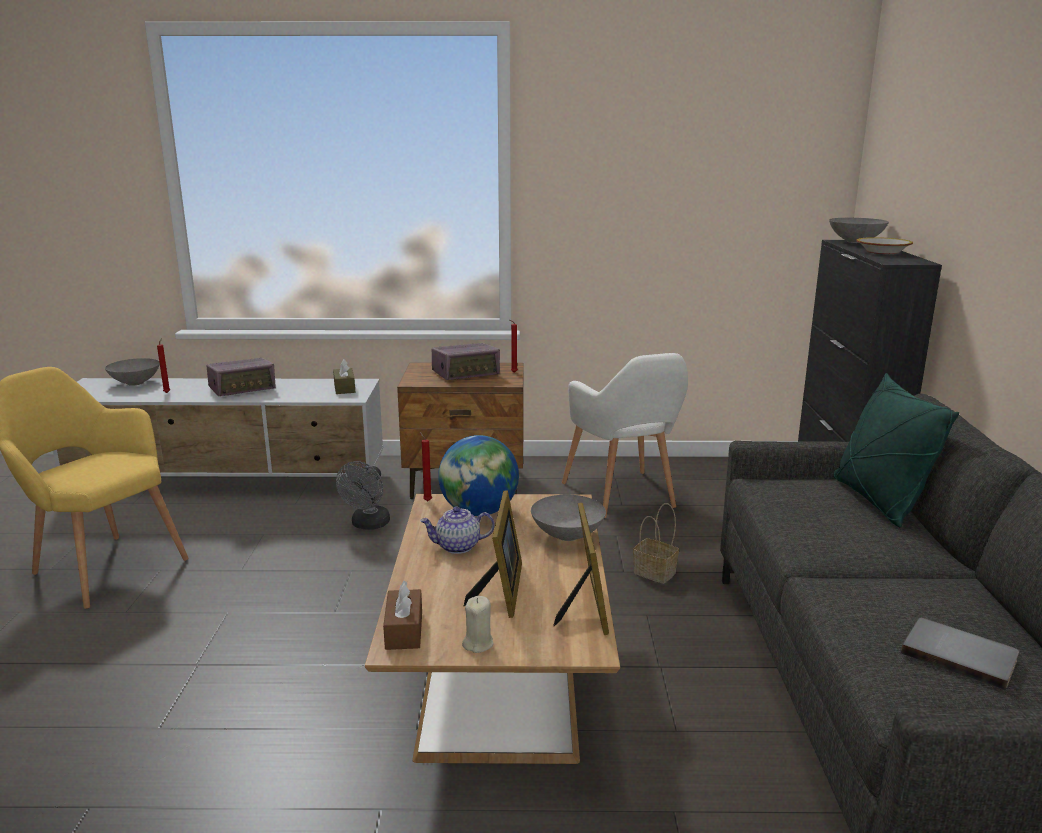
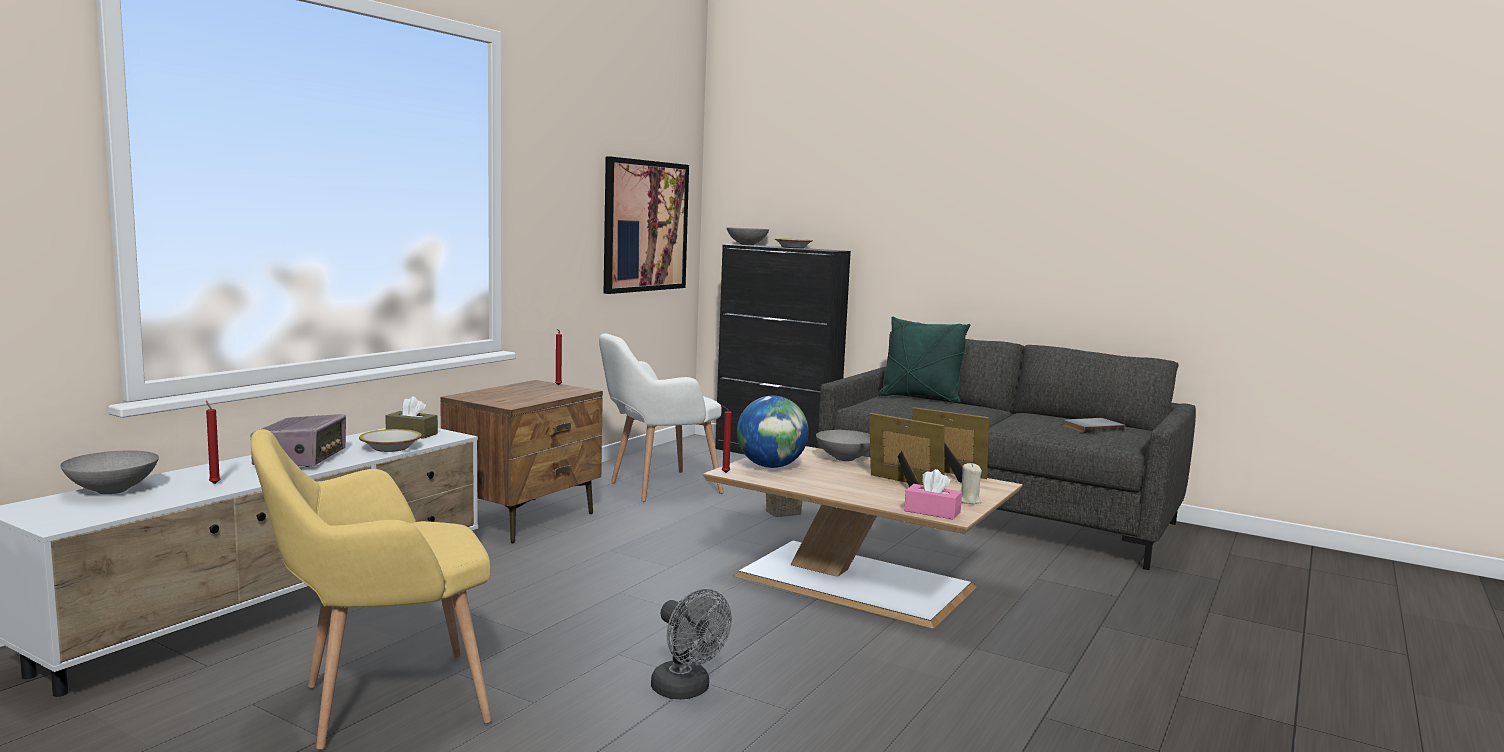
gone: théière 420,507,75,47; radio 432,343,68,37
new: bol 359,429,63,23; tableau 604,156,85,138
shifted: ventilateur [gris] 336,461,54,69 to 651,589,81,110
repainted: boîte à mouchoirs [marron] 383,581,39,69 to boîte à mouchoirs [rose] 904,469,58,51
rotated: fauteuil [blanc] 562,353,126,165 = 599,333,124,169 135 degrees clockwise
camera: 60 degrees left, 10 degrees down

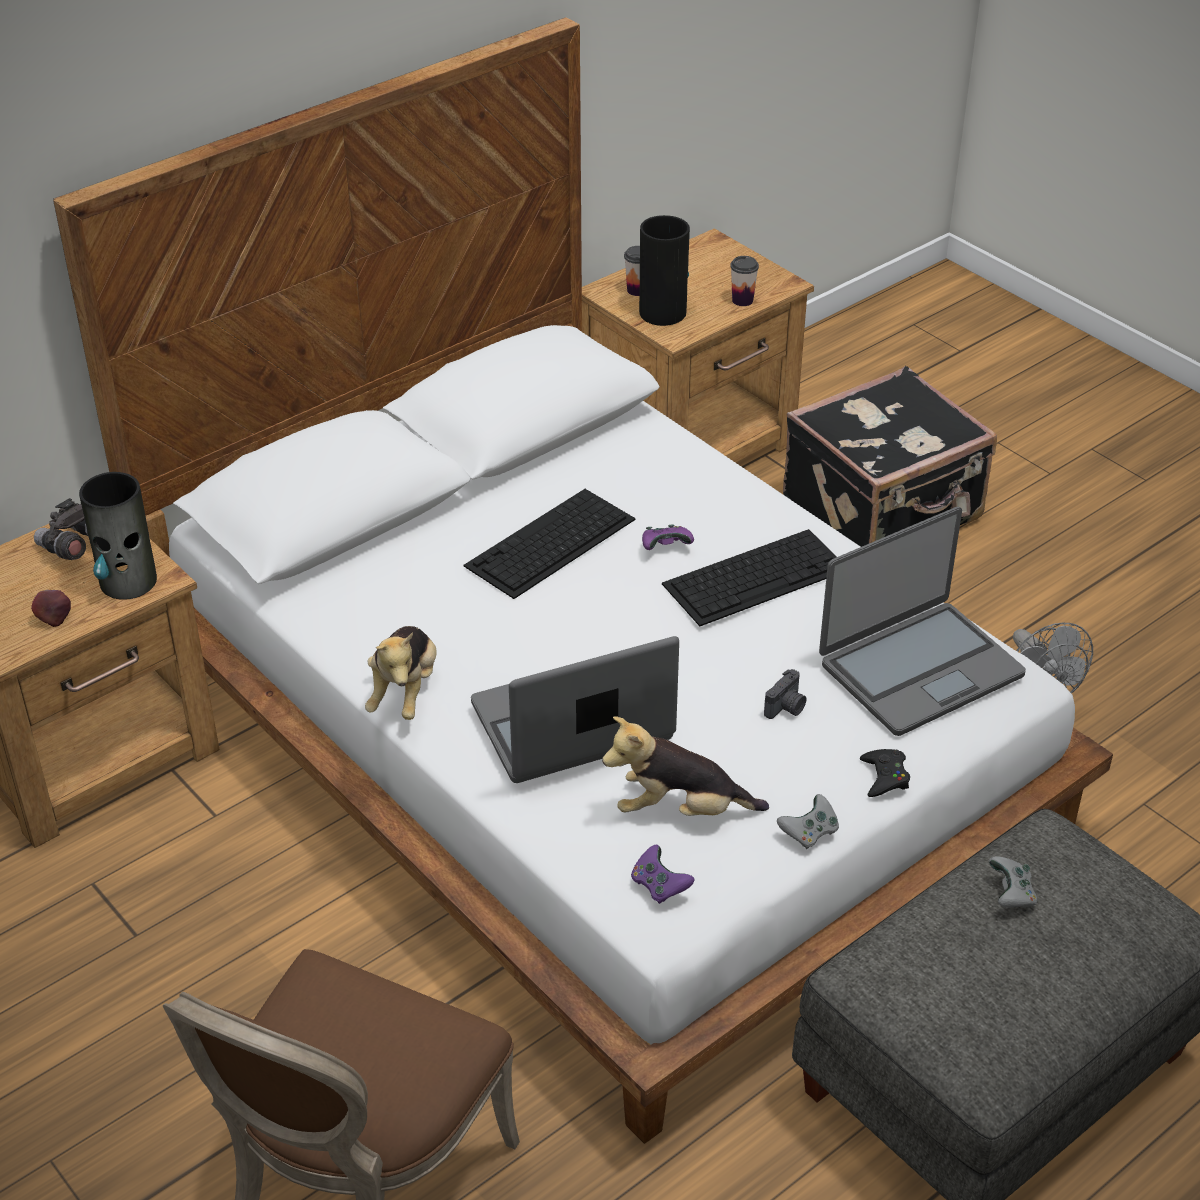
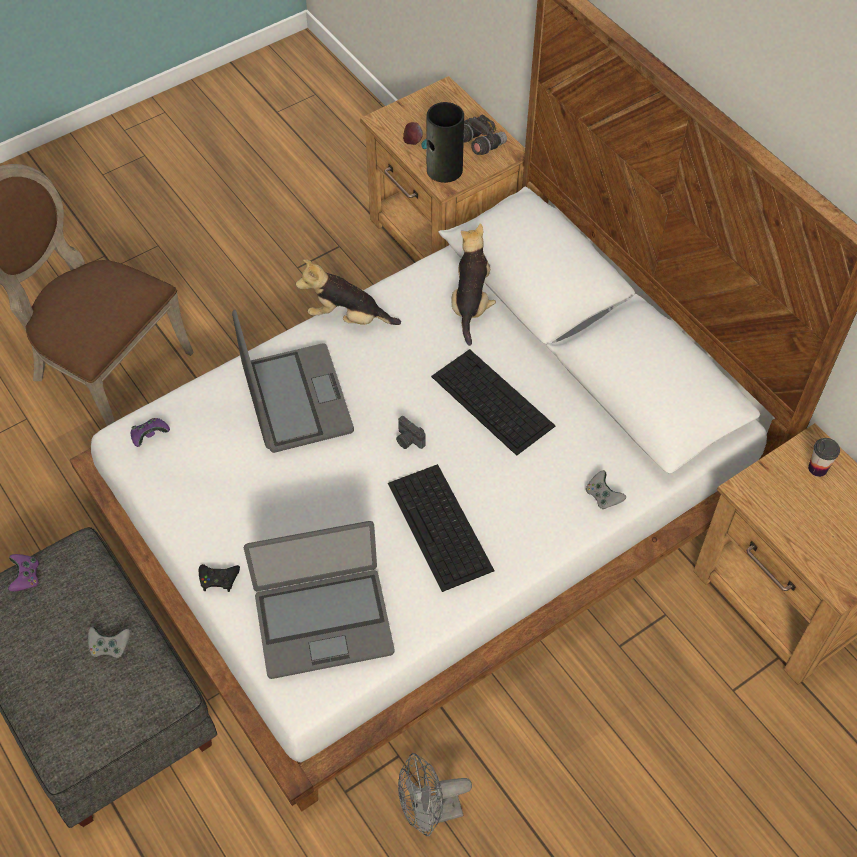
gone: vase 639,215,51,111; tasse 730,256,29,50; valise [noir] 783,366,214,181
shifted: peluche 602,716,167,100 to 451,223,45,123; manette [violet] 642,524,52,26 to 8,554,31,38; appareil photo 764,669,43,50 to 396,416,30,33; manette [gris] 777,794,62,55 to 586,470,40,39
rotated: ordinateur portable 819,507,207,229 = 244,521,150,158 75 degrees counterclockwise
camera: 95 degrees right, 15 degrees up

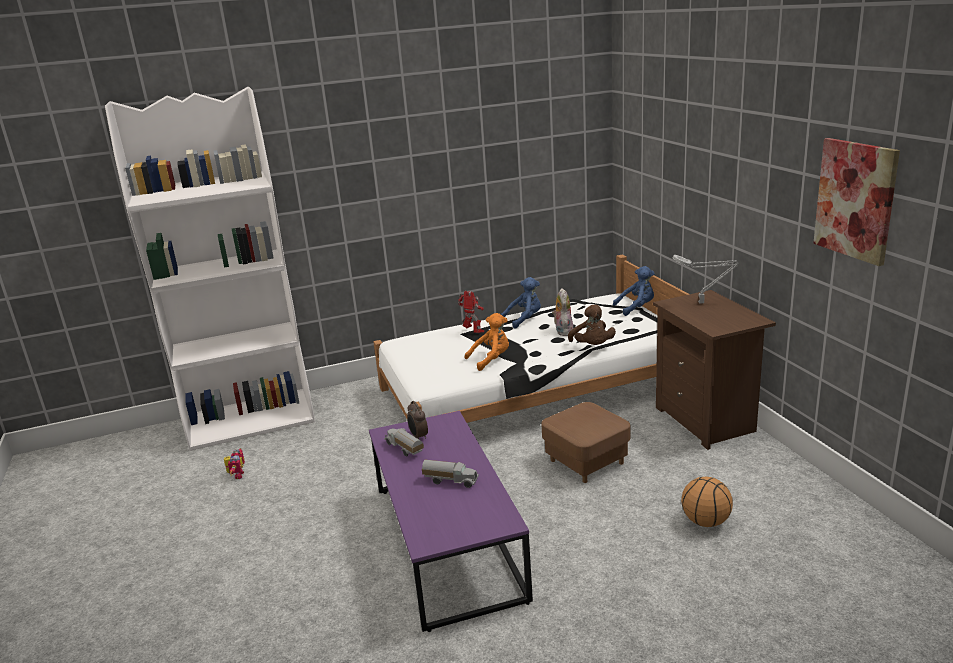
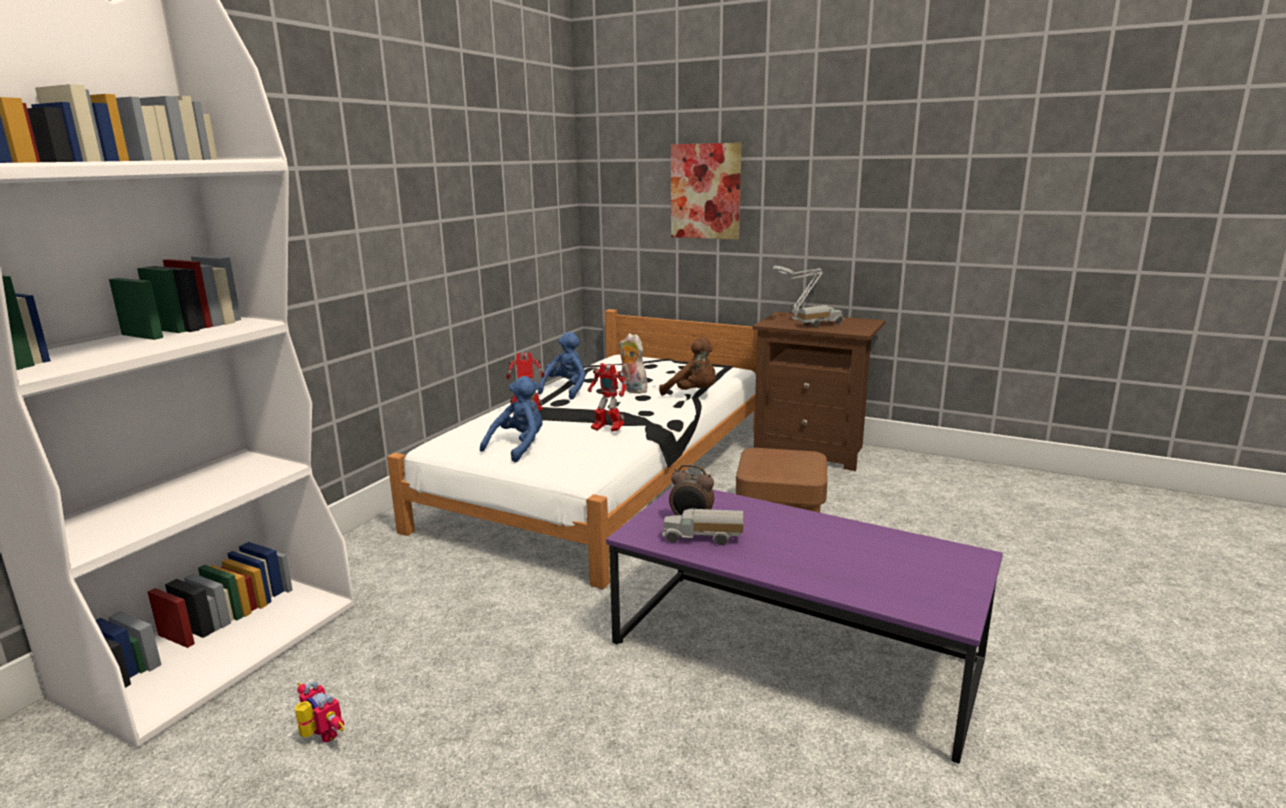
gone: ballon de basket 681,477,52,50
shifted: camion jouet 422,460,57,28 to 797,305,48,22; peluche [bleu] 613,266,42,50 to 480,376,63,86; tableau 813,138,87,128 to 671,143,70,97
swapped: peluche [orange] 465,313,44,58 to robot jouet 588,363,39,69
camera: 45 degrees left, 5 degrees down

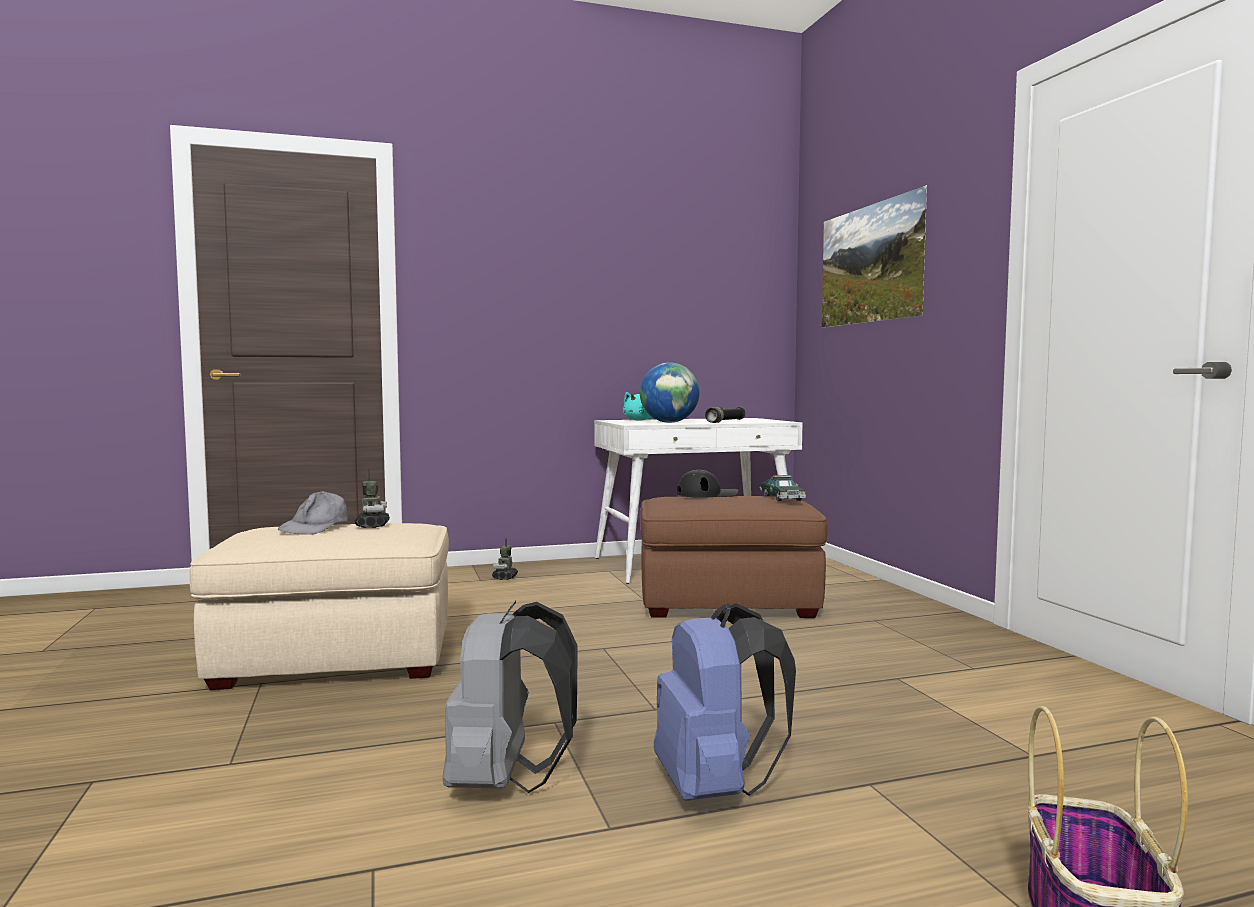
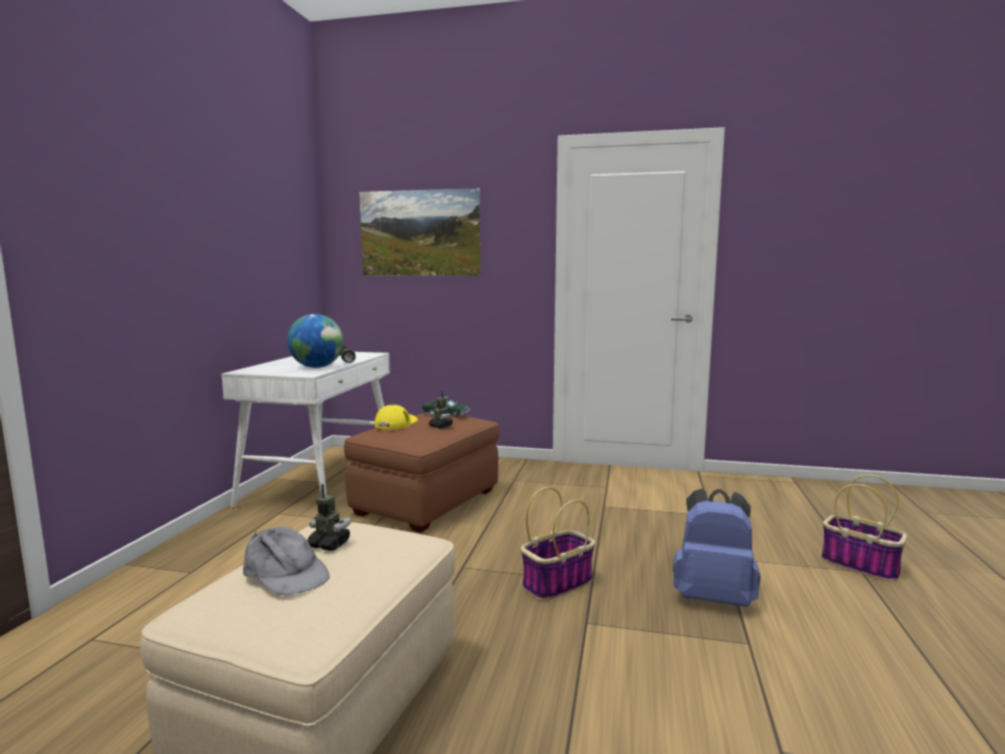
gone: sac à dos [gris] 443,601,135,192; peluche [turquoise] 623,392,28,29
new: panier 521,487,74,114
shifted: robot jouet 492,538,26,42 to 428,390,25,38
repainted: casquette [noir] 677,469,62,29 to casquette [jaune] 375,405,43,25
camera: 60 degrees left, 5 degrees up

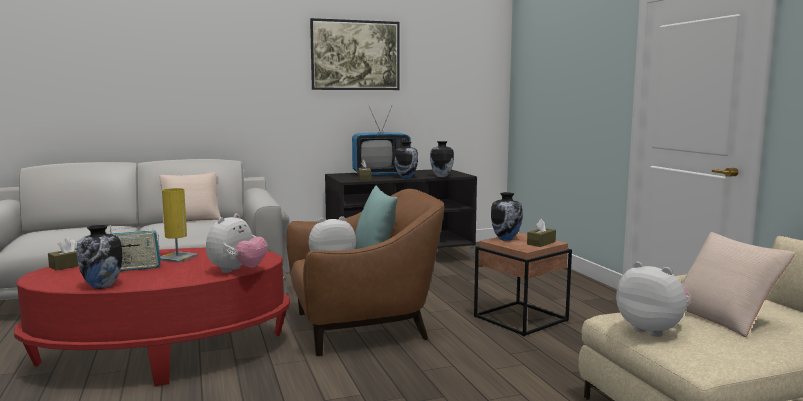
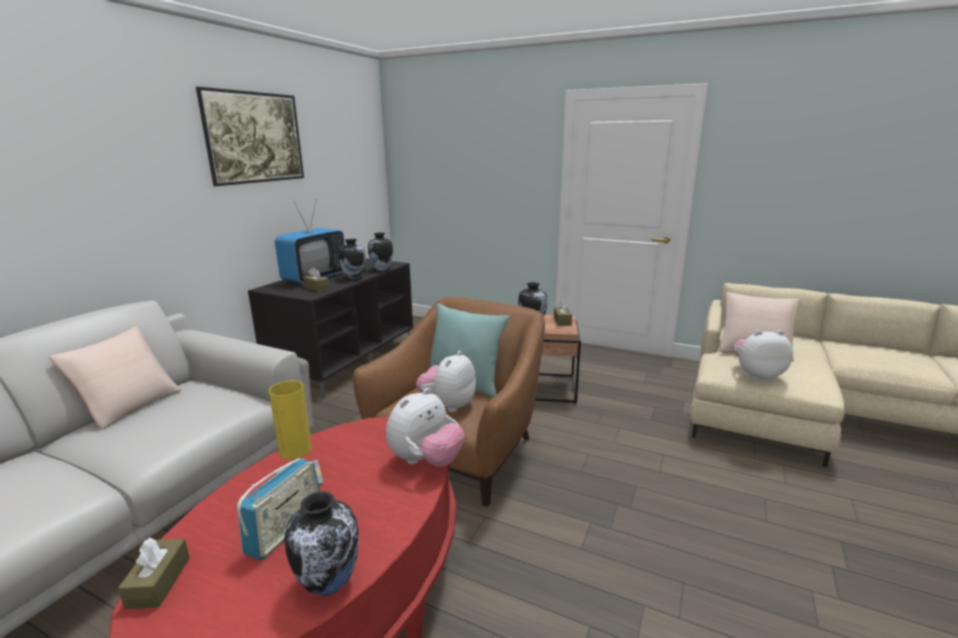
rotated: peluche 206,213,62,60 = 386,388,79,79 60 degrees clockwise
camera: 45 degrees left, 10 degrees up

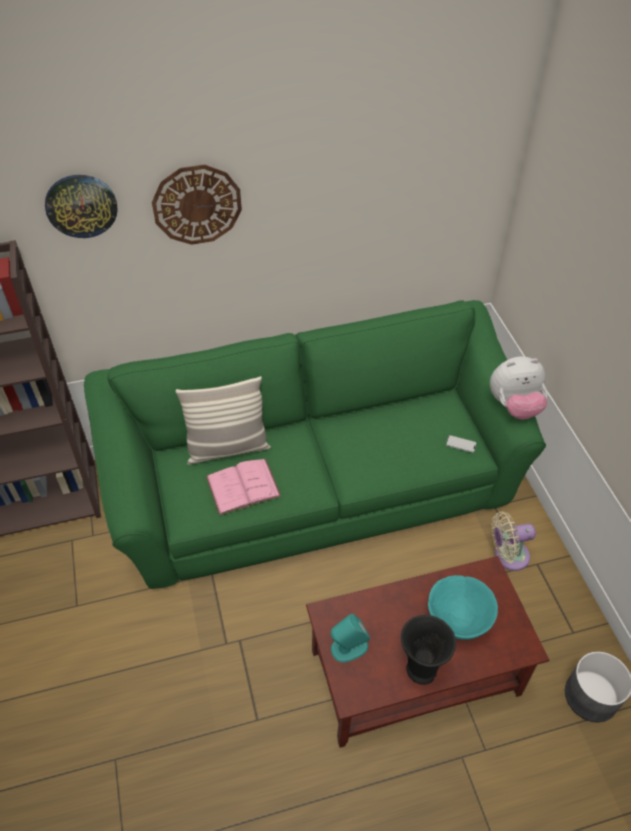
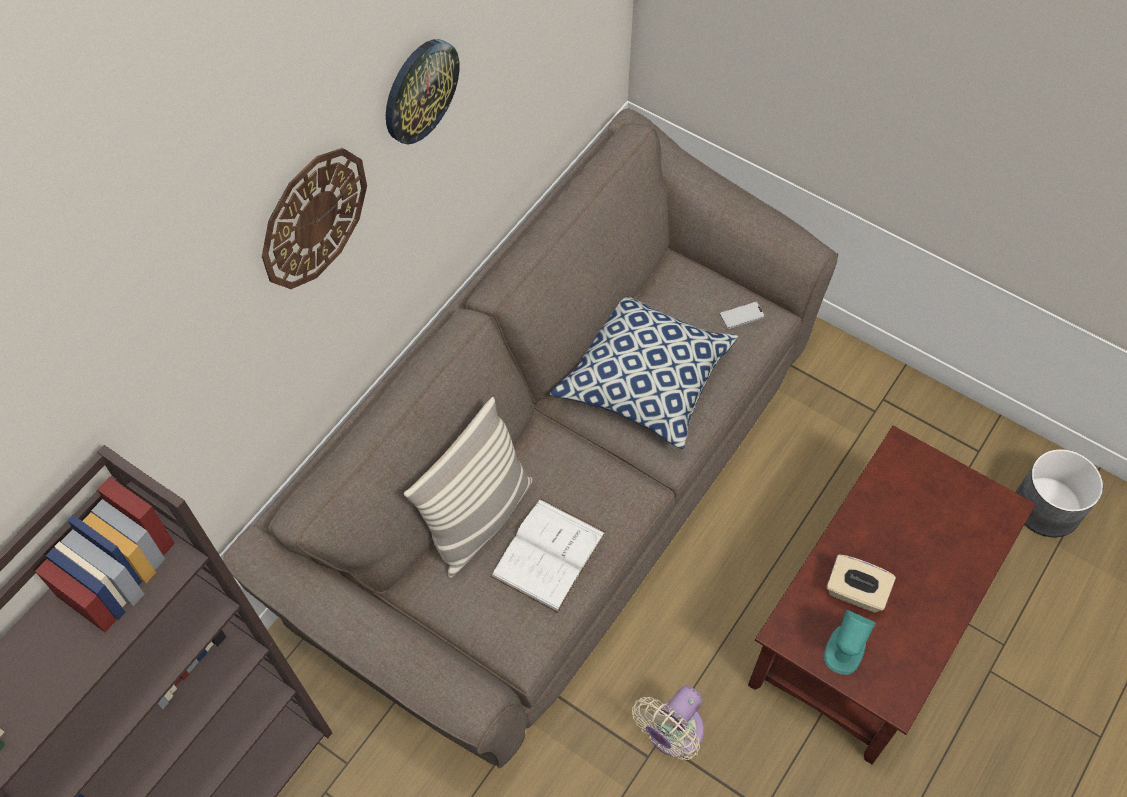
gone: vase [noir] 401,615,55,70; bol [turquoise] 428,575,70,65; peluche 490,356,58,64
new: coussin 550,296,188,153; boîte à mouchoirs [beige] 826,554,70,58
shifted: horloge murale 45,175,73,63 to 386,39,73,105; ventilateur [beige] 491,511,45,60 to 632,686,72,74
repainted: canapé [vert] 84,300,462,289 to canapé [marron] 223,108,615,660; livre [rose] 206,459,75,57 to livre [blanc] 490,498,116,115
camera: 40 degrees left, 10 degrees up

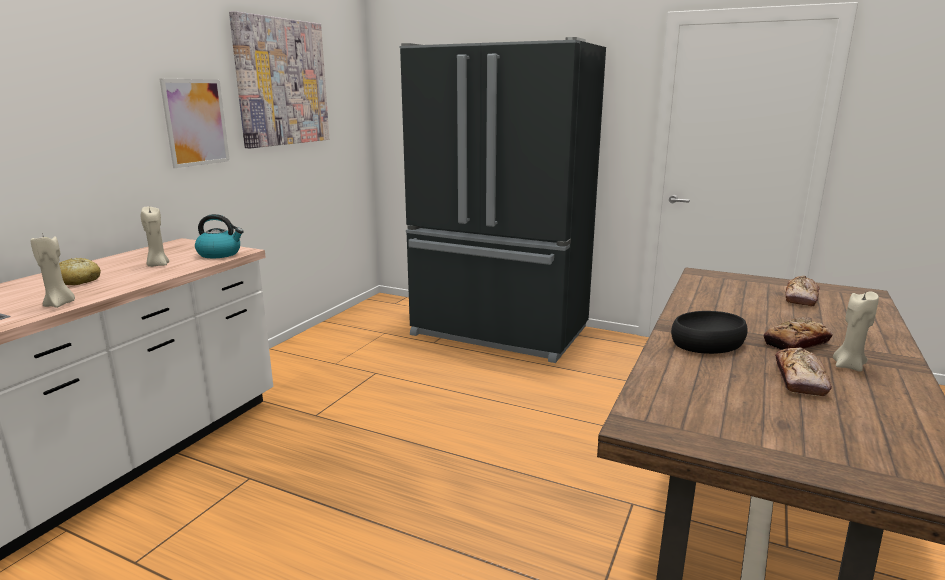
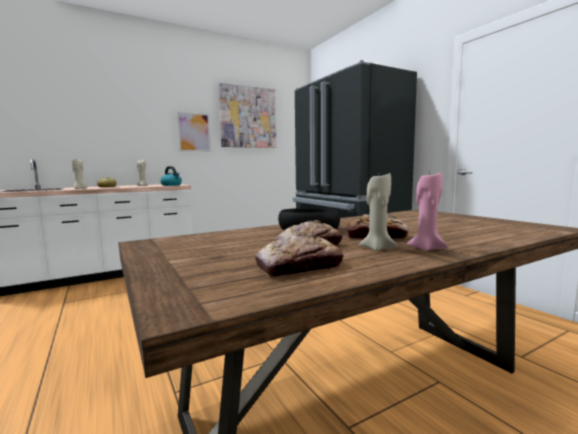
new: bougie [rose] 407,173,40,78
shifted: pain 786,276,33,30 to 255,234,89,43
camera: 35 degrees right, 10 degrees down

